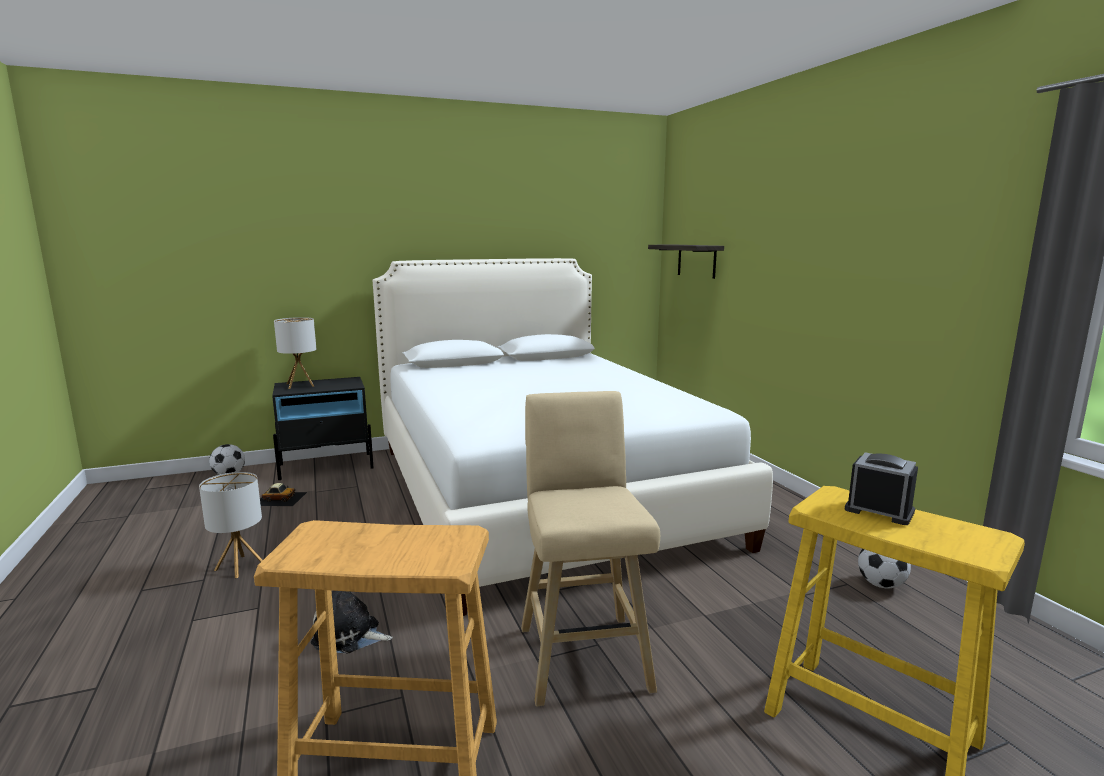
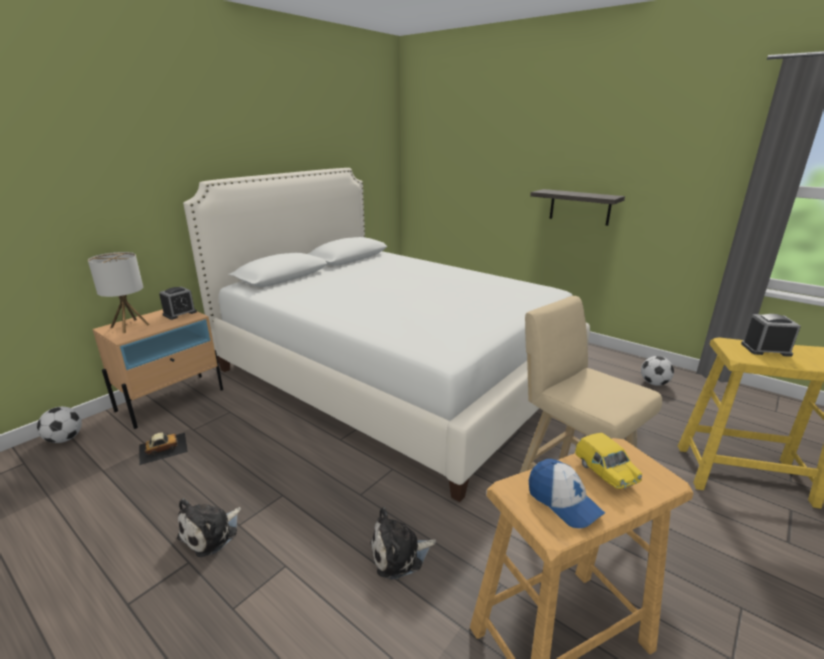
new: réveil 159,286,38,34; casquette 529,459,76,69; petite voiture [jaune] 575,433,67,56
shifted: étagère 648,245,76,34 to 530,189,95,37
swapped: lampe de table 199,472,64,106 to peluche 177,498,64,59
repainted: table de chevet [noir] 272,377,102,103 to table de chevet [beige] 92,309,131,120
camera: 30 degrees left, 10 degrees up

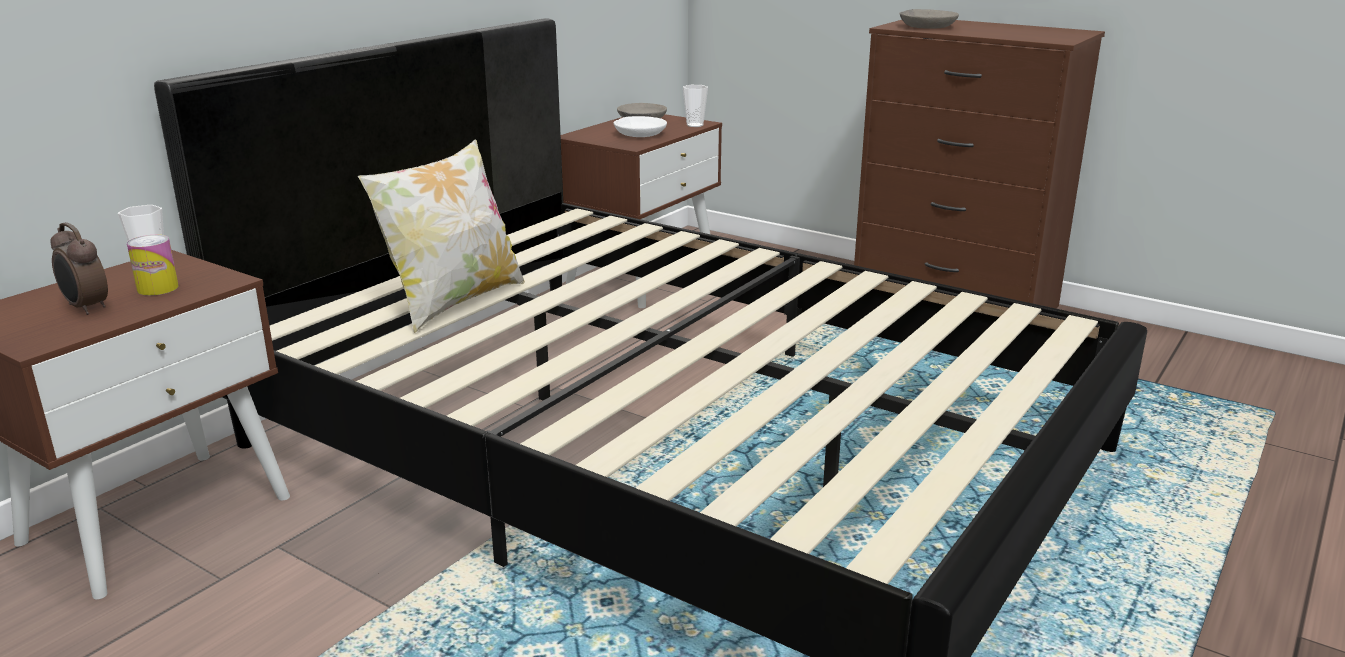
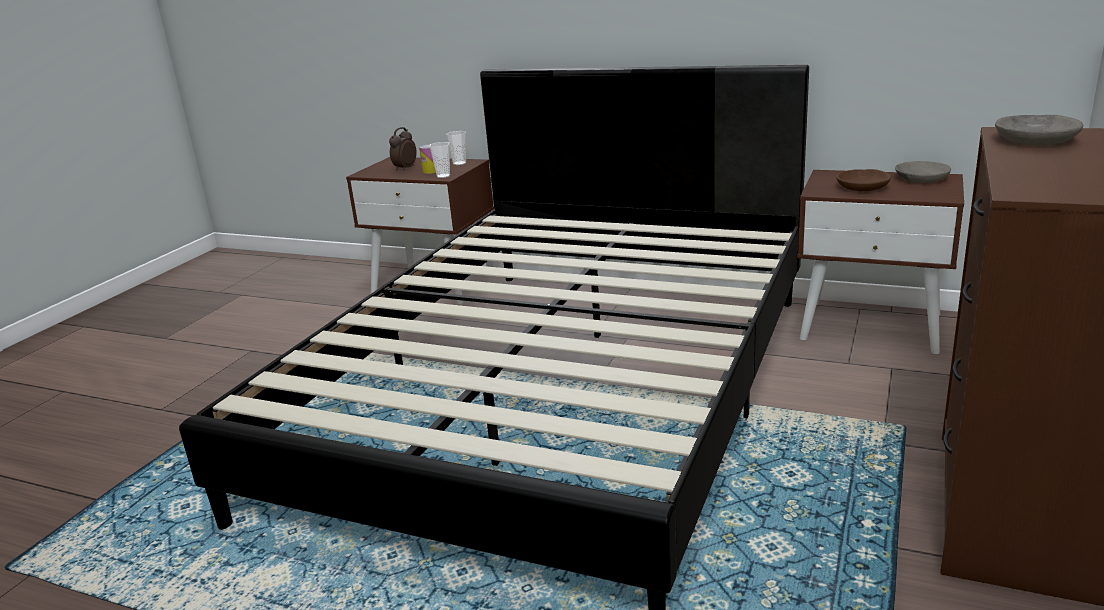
gone: coussin 358,139,167,194
shifted: tasse 683,85,25,42 to 430,142,20,36
repainted: bol [blanc] 614,116,53,21 to bol [marron] 836,169,55,22
camera: 80 degrees right, 0 degrees up

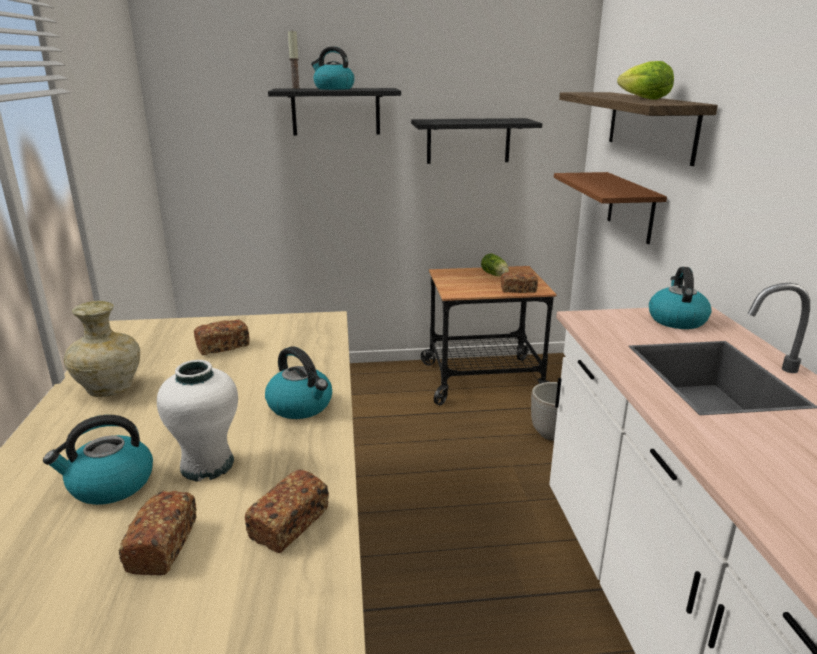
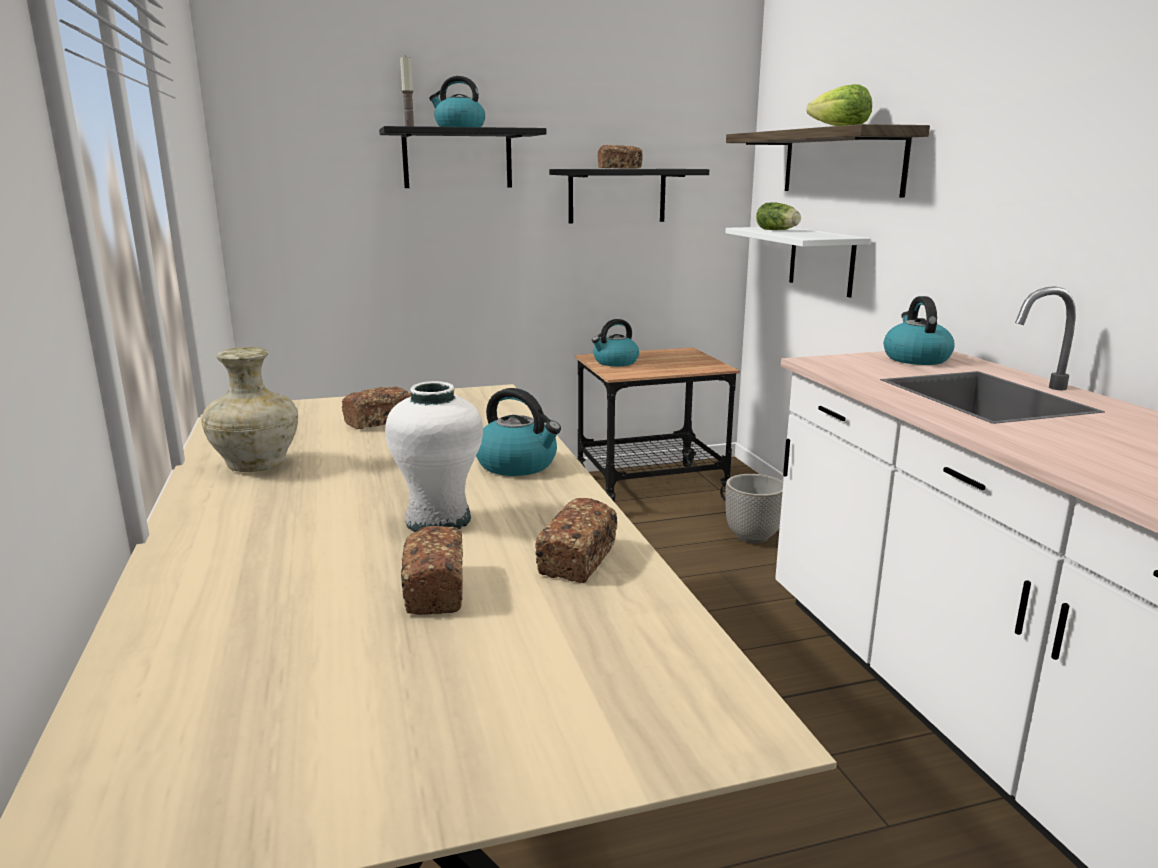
shifted: bouilloire 43,415,110,90 to 592,319,47,47; laitue 481,253,28,23 to 756,202,45,28; pain 501,272,37,21 to 597,145,46,24
repainted: étagère [marron] 554,172,113,72 to étagère [blanc] 725,227,146,70
camera: 10 degrees left, 5 degrees down

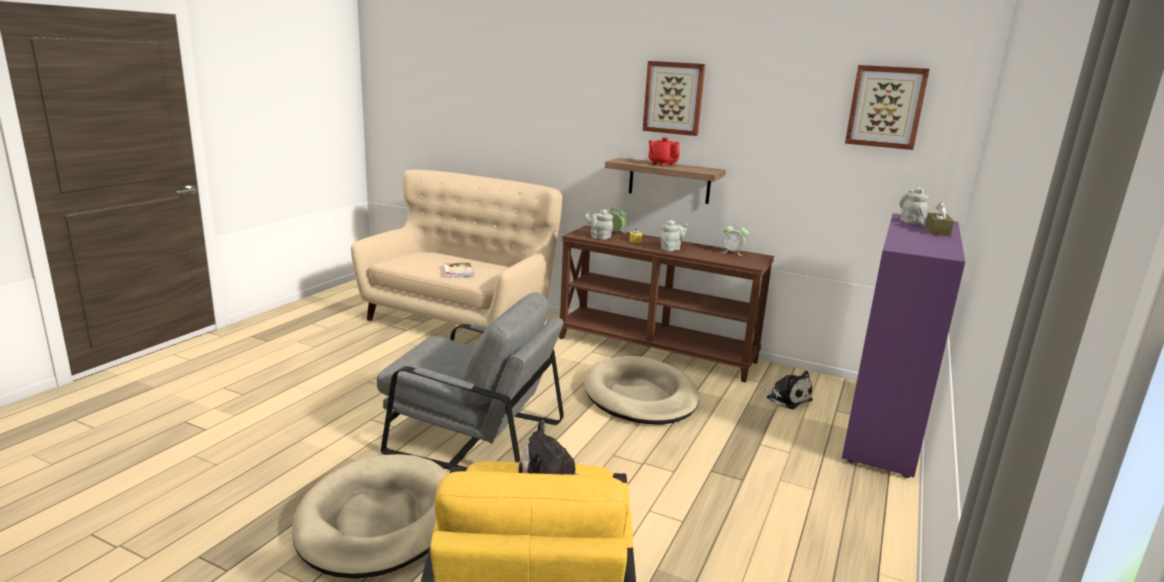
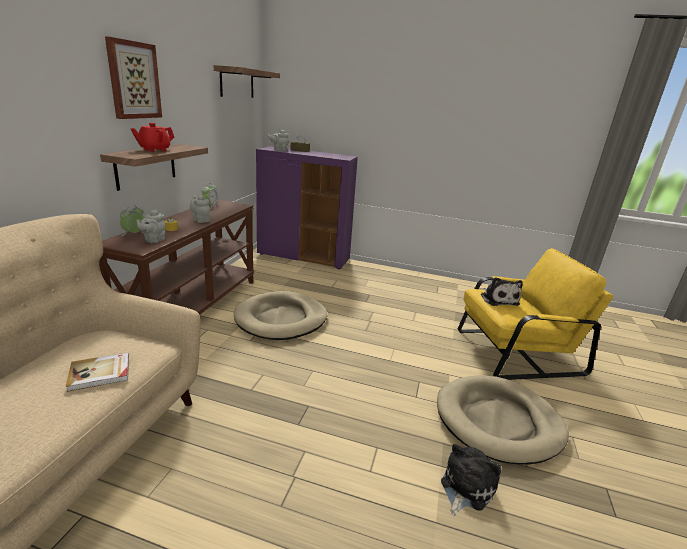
gone: fauteuil [gris] 377,292,187,179
shifted: peluche 760,371,53,38 to 441,444,60,72
swapped: tableau 845,65,85,85 to étagère 214,65,66,33
camera: 100 degrees left, 5 degrees up

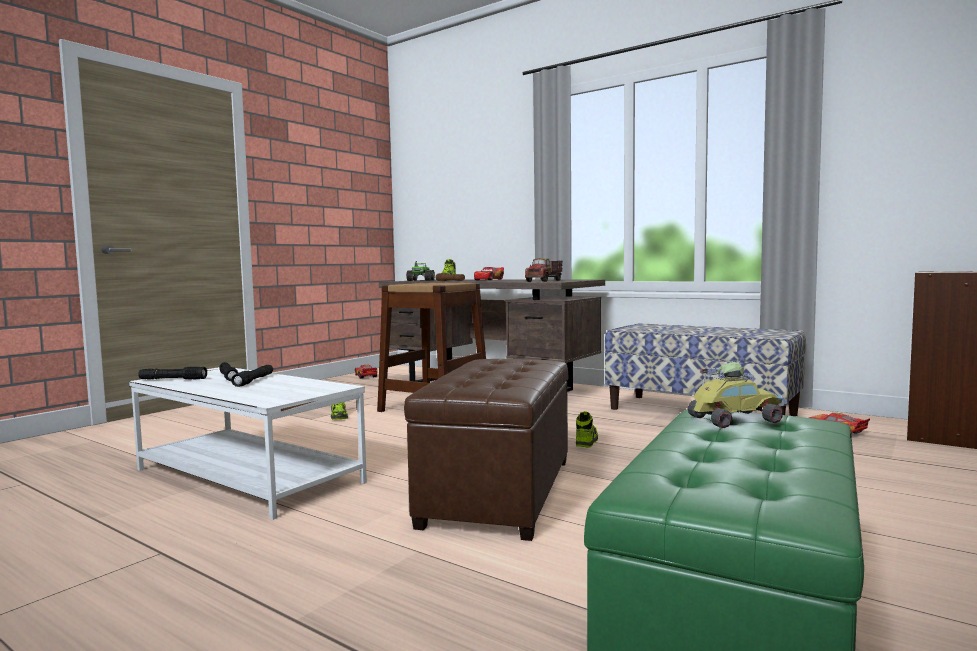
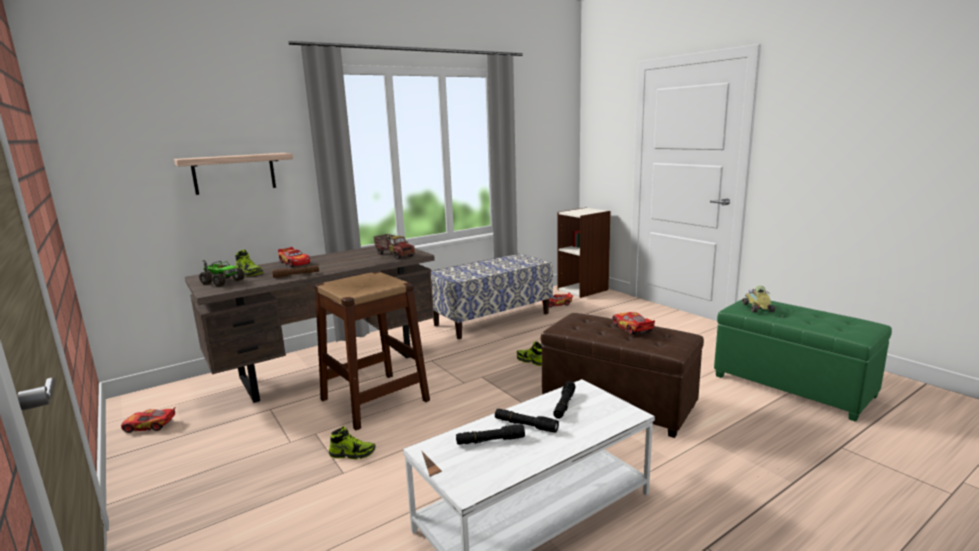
new: étagère 174,153,119,42; petite voiture 612,312,43,23
shifted: lampe de poche [noir] 138,367,69,13 to 553,381,23,38
camera: 70 degrees left, 10 degrees up

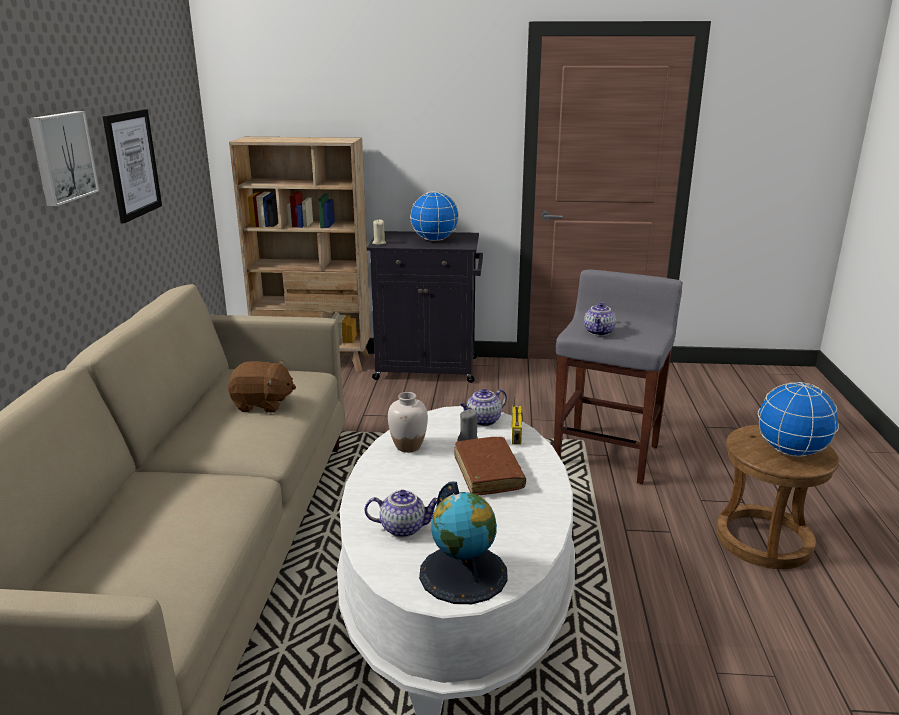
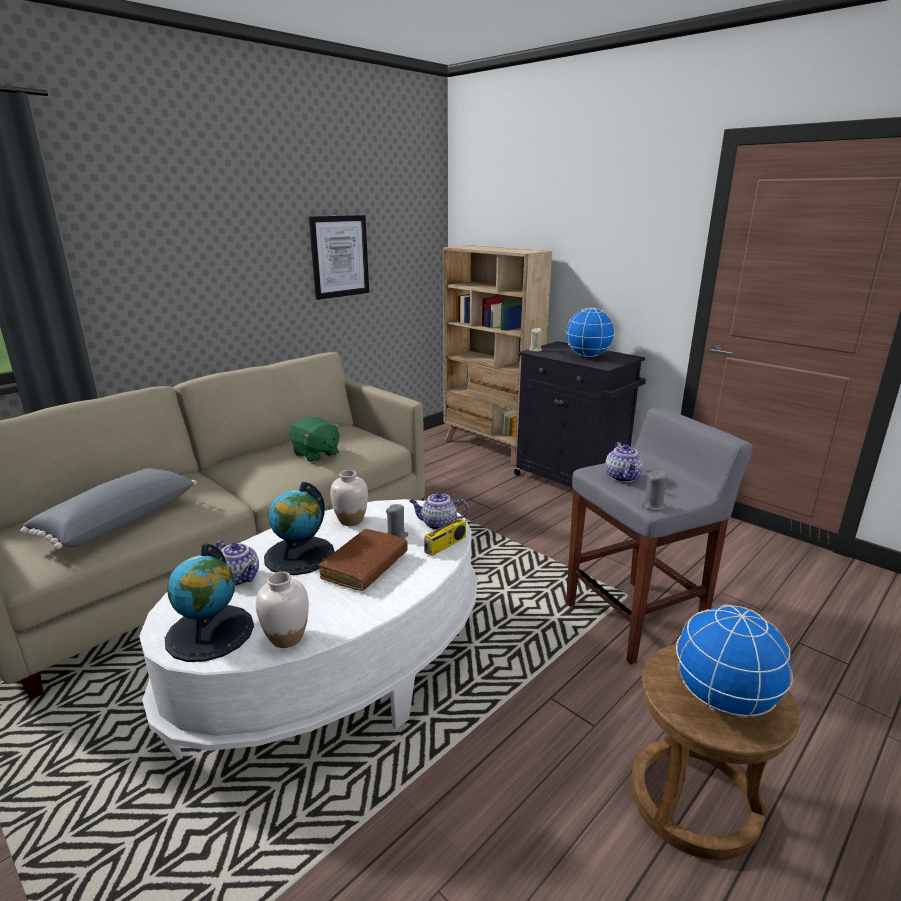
gone: tableau 29,111,70,95
new: coussin [gris] 20,468,177,81; vase [blanc] 256,572,53,76; globe 264,482,71,93; bougie [gris] 641,471,26,40
repainted: peluche [marron] 228,360,68,53 to peluche [vert] 290,417,50,45
rotated: théière 584,302,32,34 = 605,442,38,40 60 degrees counterclockwise
camera: 40 degrees right, 0 degrees up

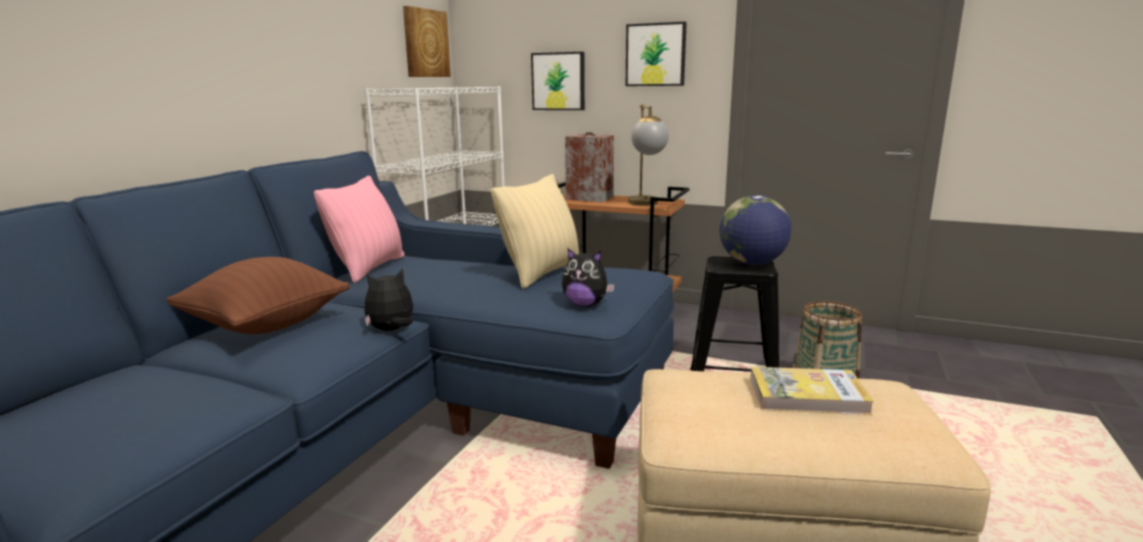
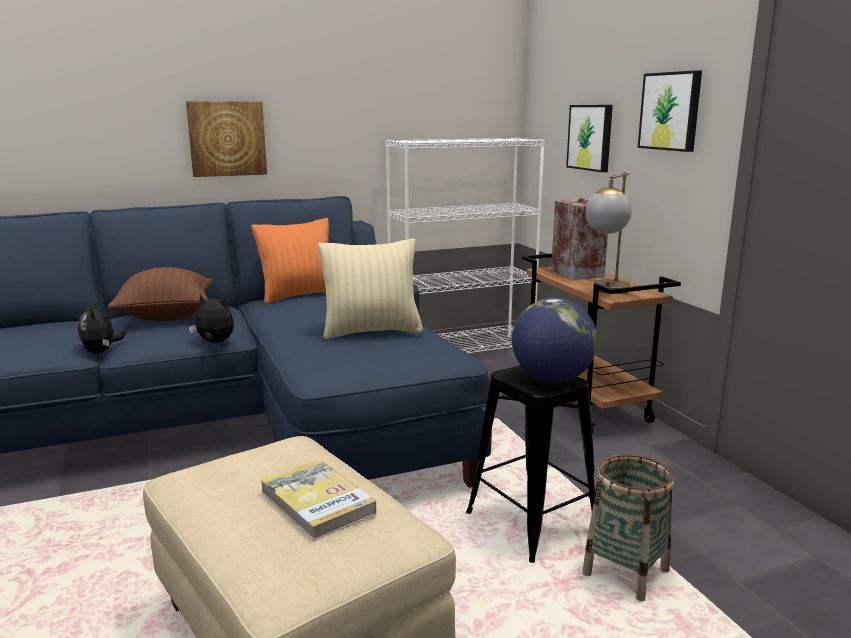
shifted: tableau 403,6,48,71 to 186,101,81,76; peluche 562,249,53,58 to 77,301,49,52
repainted: coussin [rose] 314,176,90,107 to coussin [orange] 252,218,77,86
camera: 45 degrees right, 0 degrees up

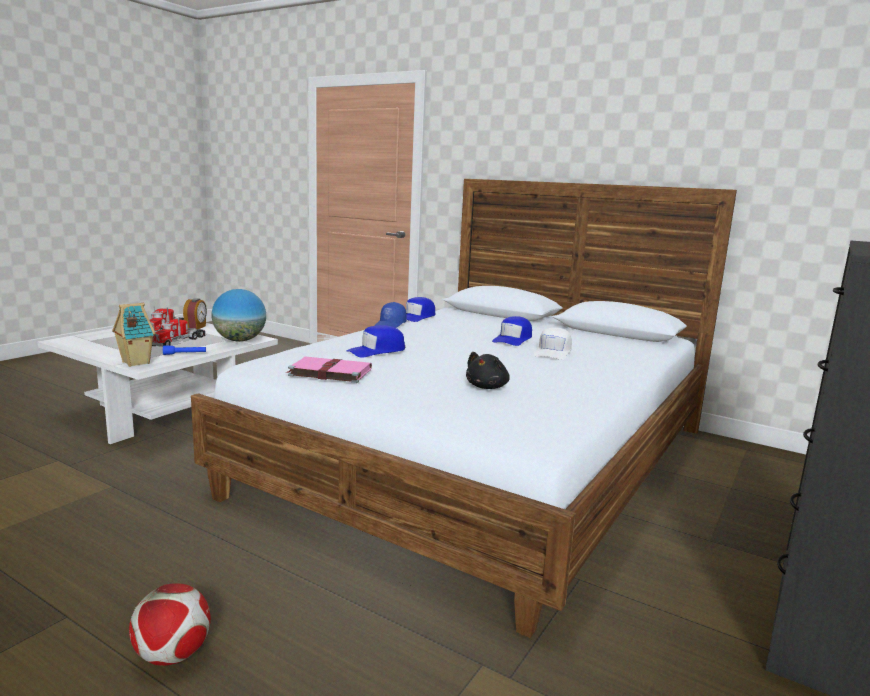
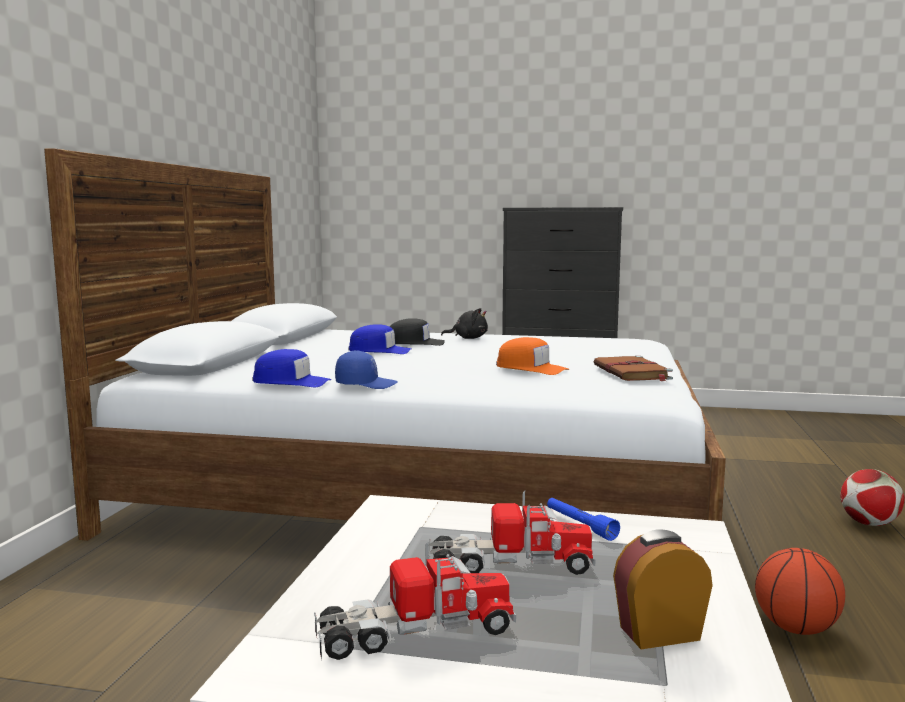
gone: maison miniature 112,303,44,64; globe 212,289,54,53
new: ballon de basket 755,548,90,87
shifted: réveil 183,298,24,31 to 613,529,100,120; peluche [noir] 466,352,44,37 to 441,308,47,31
repainted: livre [rose] 285,357,87,26 to livre [marron] 593,356,80,25; casquette [bleu] 347,325,58,33 to casquette [orange] 496,337,73,38; casquette [blanc] 534,327,38,33 to casquette [noir] 390,318,55,28
camera: 110 degrees left, 5 degrees down

